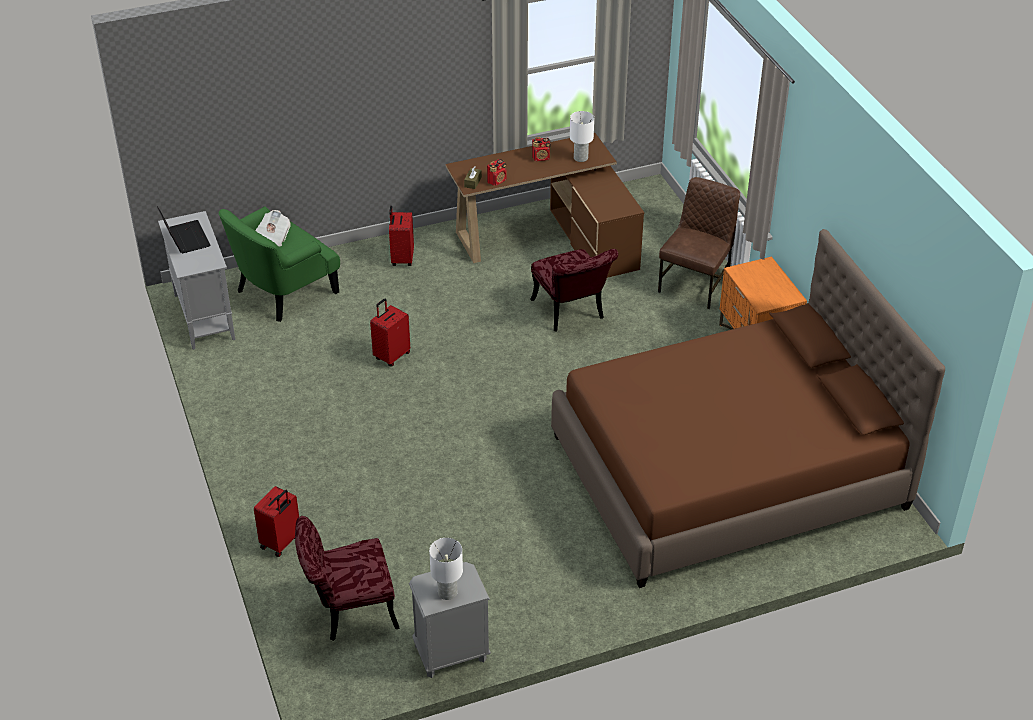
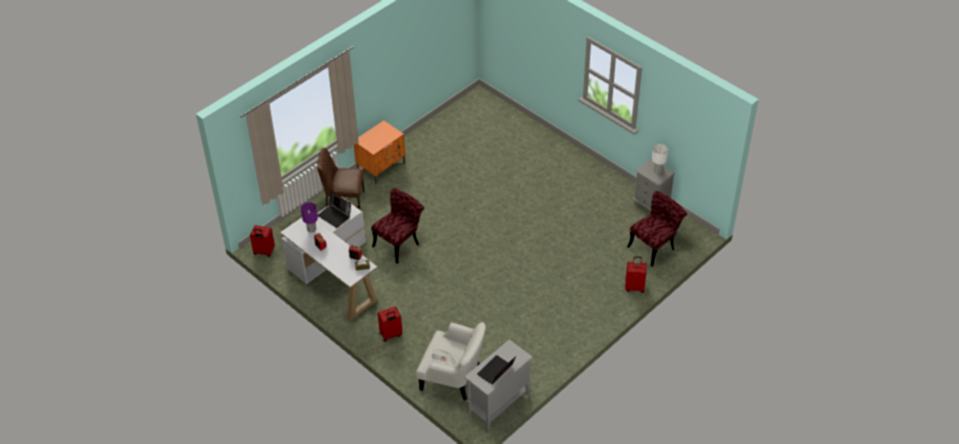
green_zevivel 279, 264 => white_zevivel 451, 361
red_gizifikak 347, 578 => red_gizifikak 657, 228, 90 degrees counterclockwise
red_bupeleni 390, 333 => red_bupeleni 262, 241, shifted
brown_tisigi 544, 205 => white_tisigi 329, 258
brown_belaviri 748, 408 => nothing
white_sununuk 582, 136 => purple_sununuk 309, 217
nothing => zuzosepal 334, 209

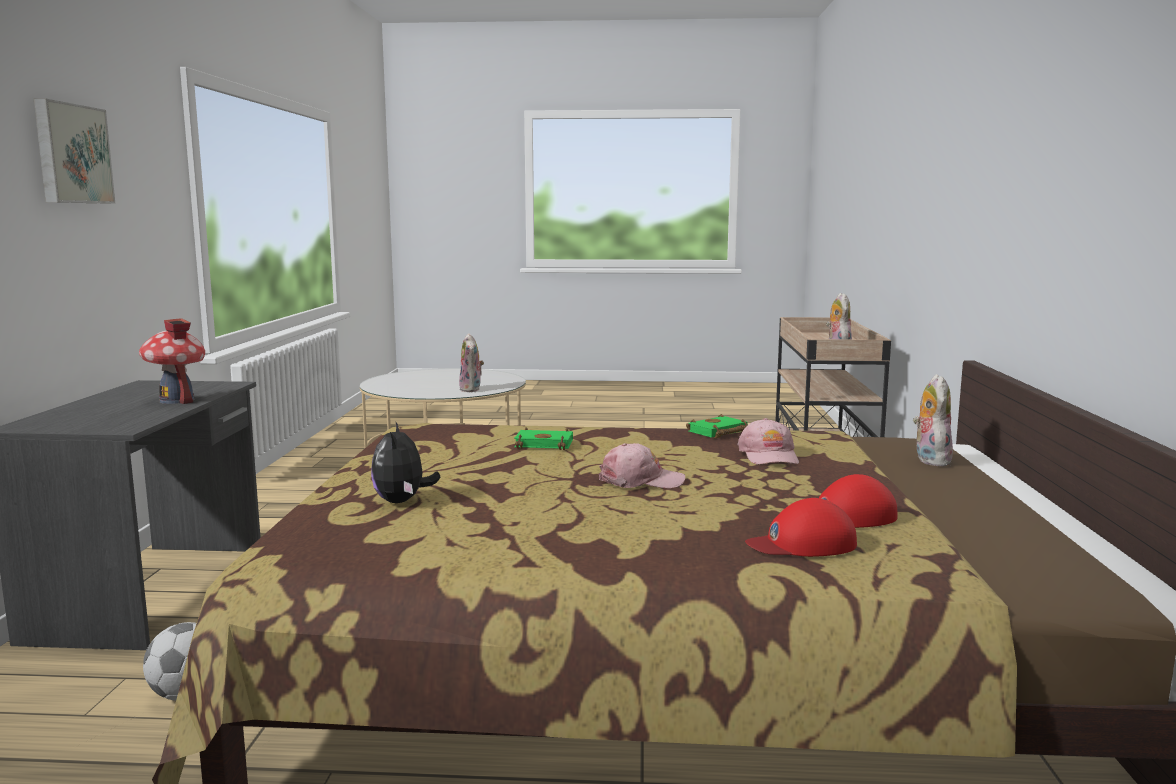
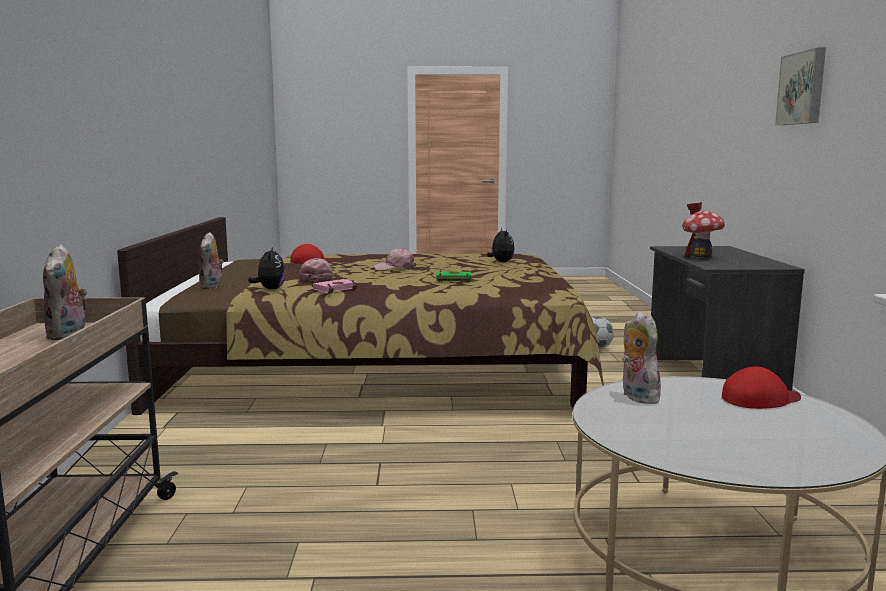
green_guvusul 717, 426 => pink_guvusul 335, 285
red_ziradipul 801, 527 => red_ziradipul 761, 387, shifted
nothing => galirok 267, 268

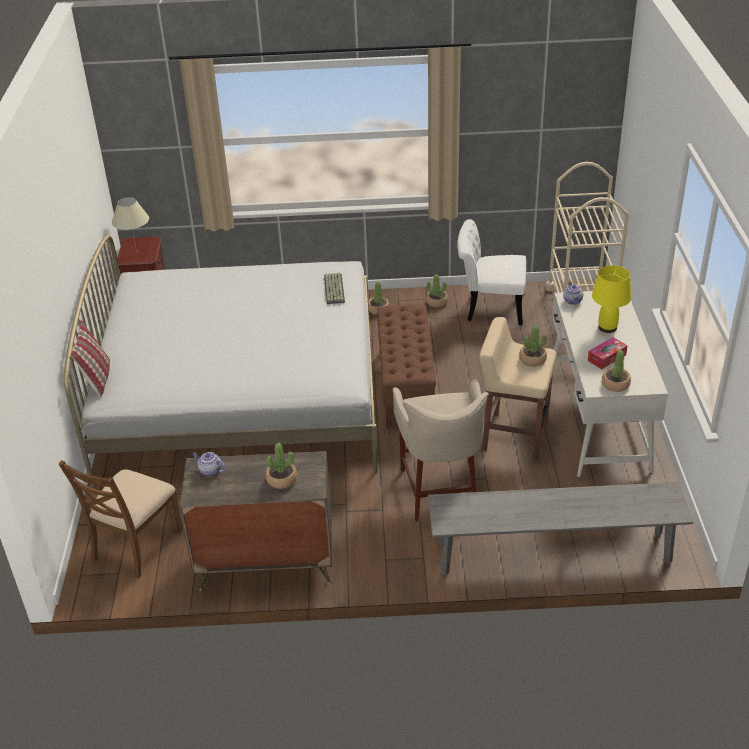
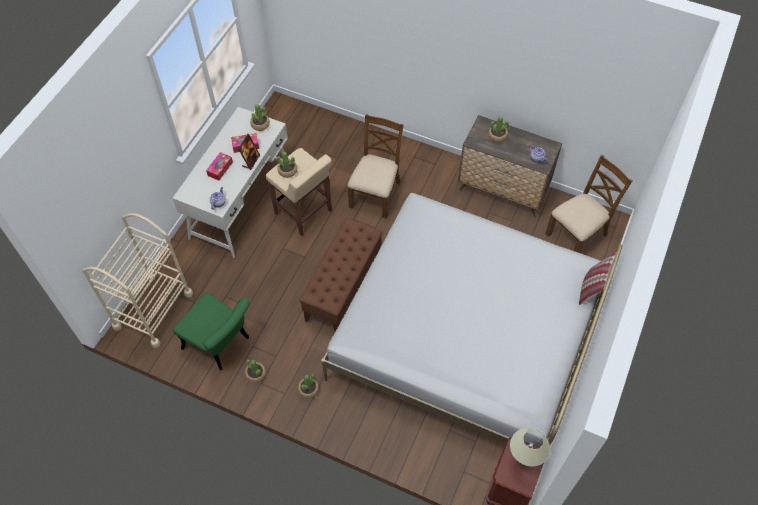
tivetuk 334, 288 => nothing
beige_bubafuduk 441, 450 => brown_gizifikak 375, 166
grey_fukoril 560, 528 => nothing
white_gizifikak 491, 272 => green_gizifikak 211, 331
yellow_sununuk 611, 299 => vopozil 219, 166
nothing => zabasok 249, 152

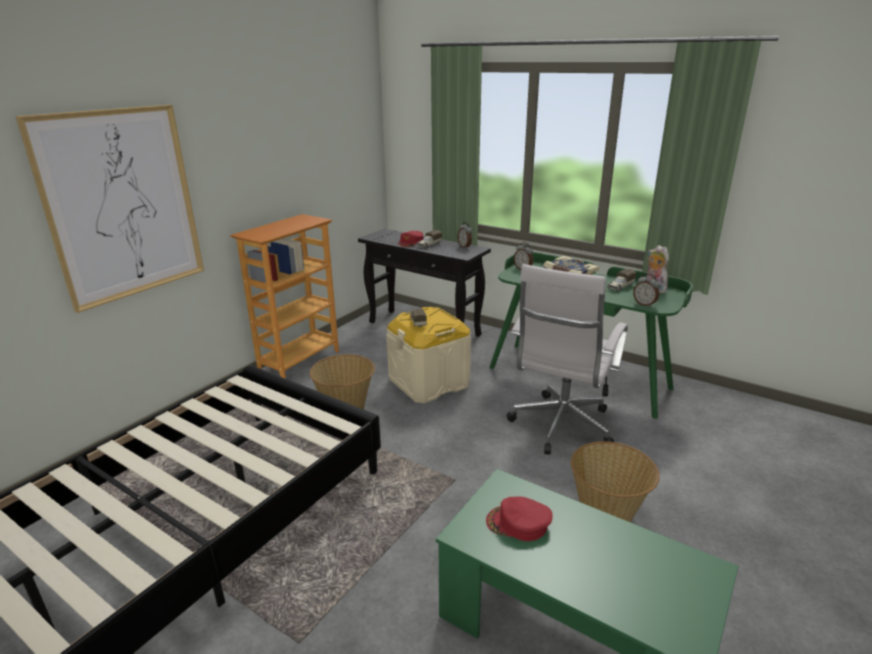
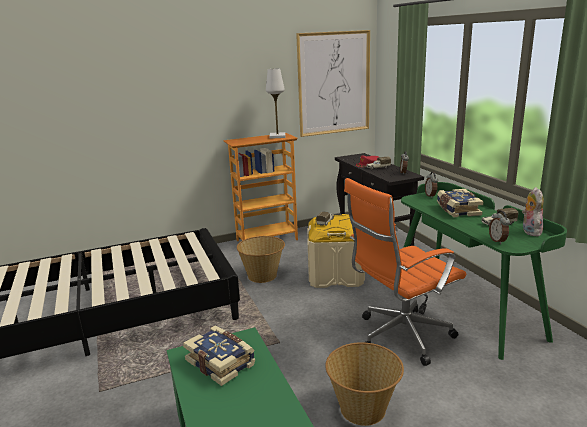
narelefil 110, 209 => narelefil 333, 83, shifted
red_ziradipul 519, 518 => guvusul 219, 355
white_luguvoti 567, 359 => orange_luguvoti 405, 272
nothing => white_sununuk 275, 104

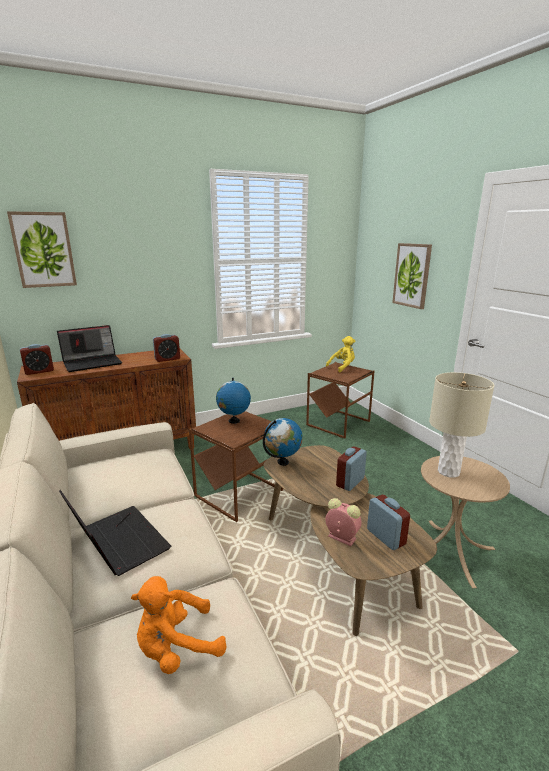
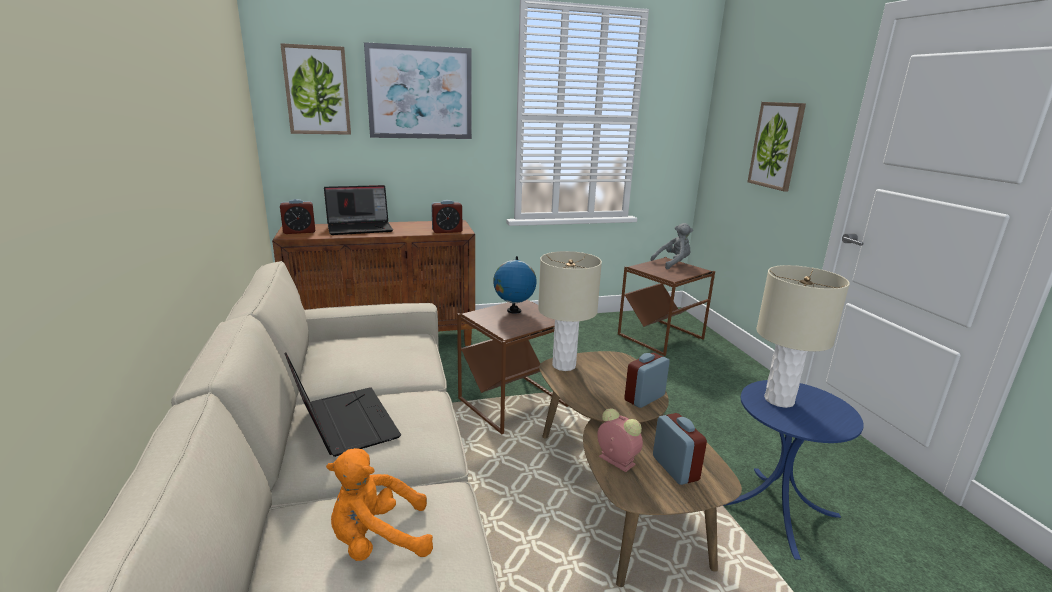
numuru 283, 442 => beige_sununuk 570, 311
yellow_galirok 340, 354 => grey_galirok 671, 246
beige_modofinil 465, 522 => blue_modofinil 793, 470
nothing => narelefil 418, 90

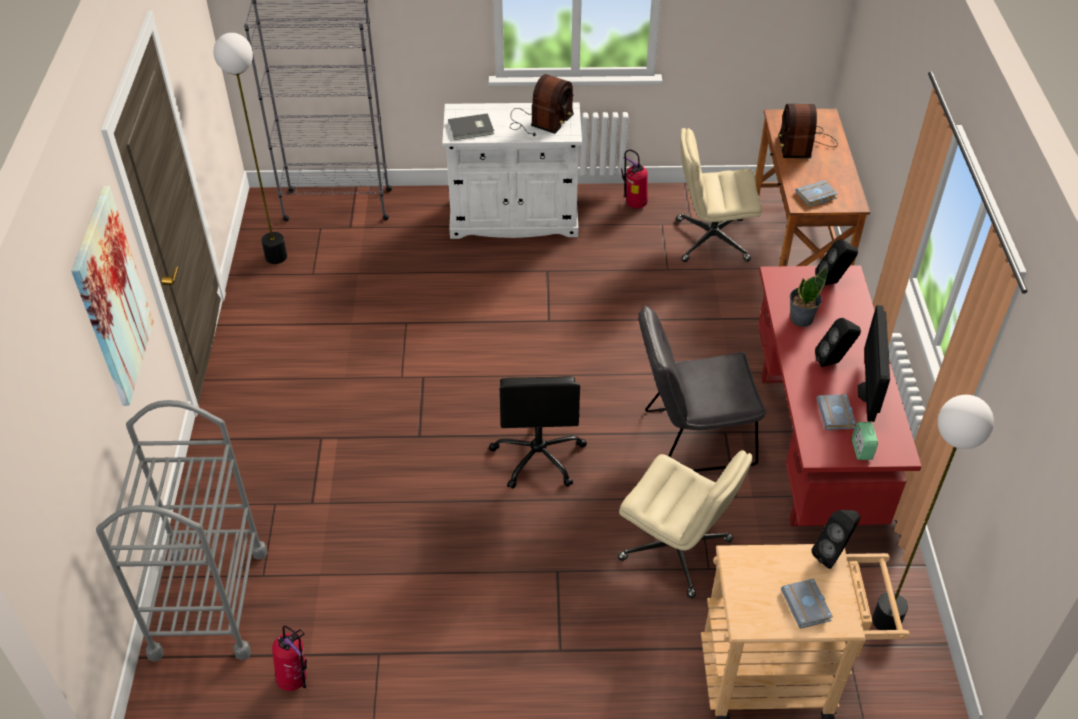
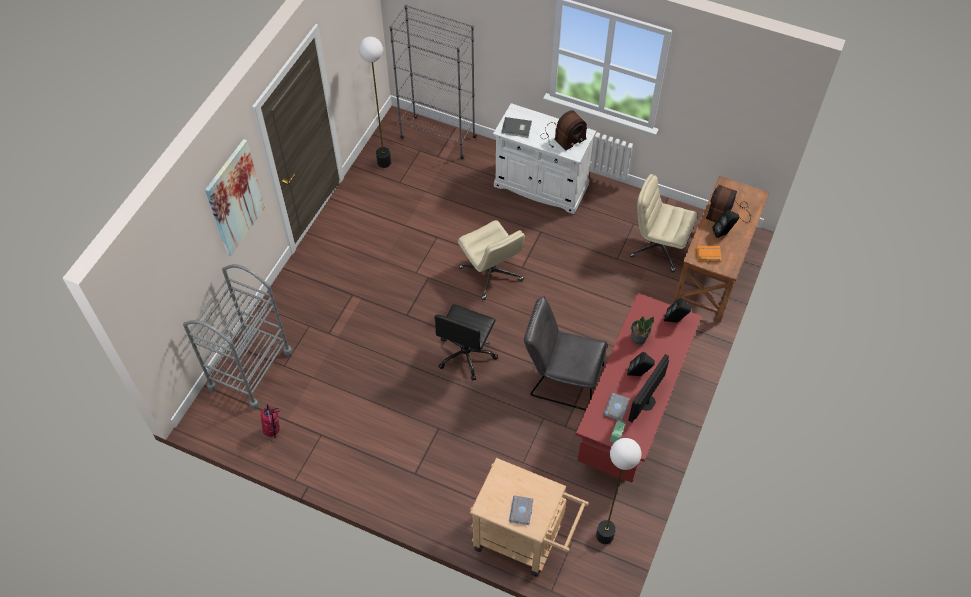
beige_luguvoti 685, 524 => beige_luguvoti 491, 260, shifted
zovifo 634, 179 => nothing
grey_guvusul 816, 193 => orange_guvusul 709, 254
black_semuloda 835, 539 => black_semuloda 725, 224, shifted

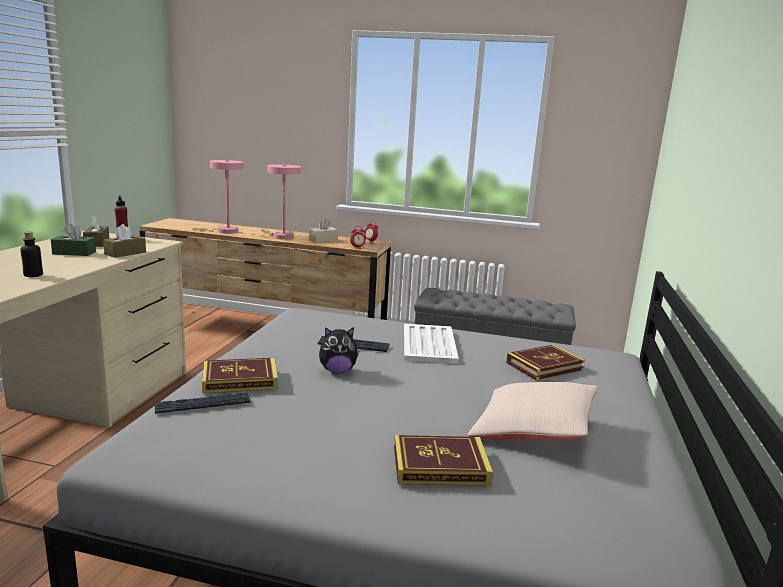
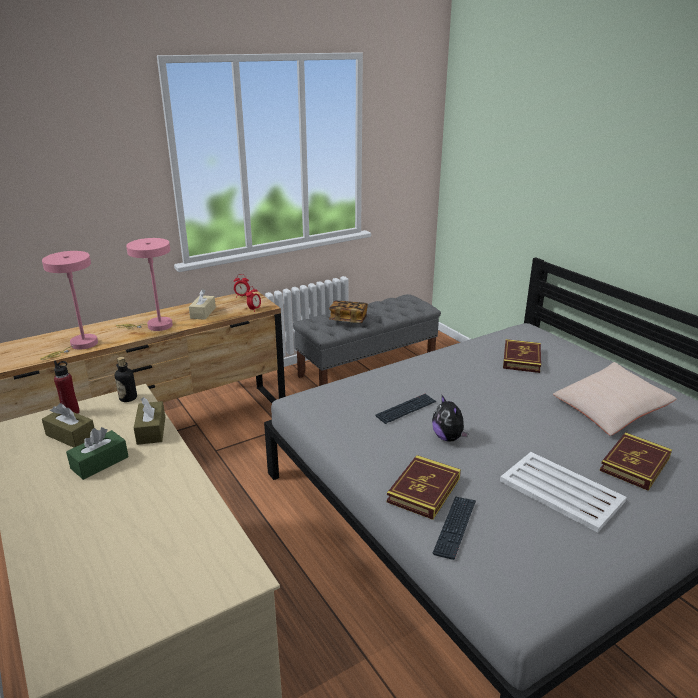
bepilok 31, 254 => bepilok 126, 379, shifted
galirok 339, 350 => galirok 450, 418, 120 degrees clockwise
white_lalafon 431, 344 => white_lalafon 563, 492, shifted
nothing => guvusul 348, 312

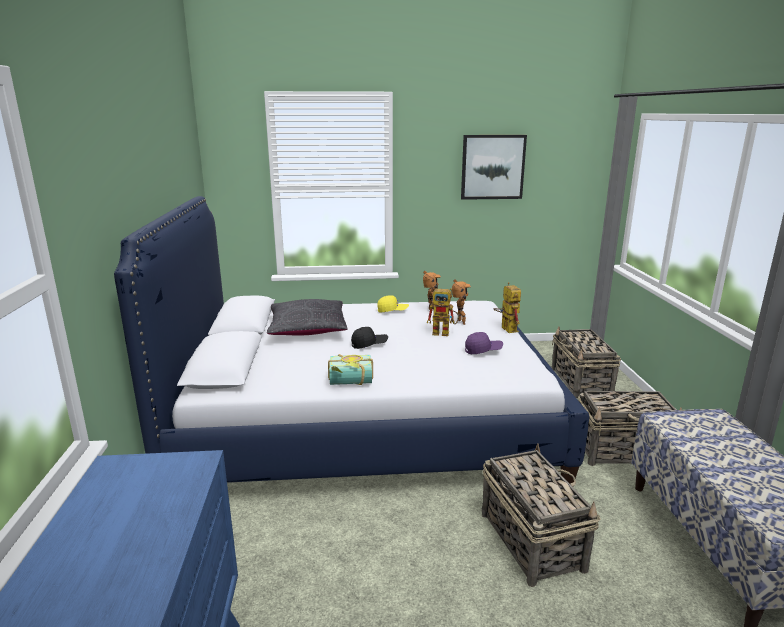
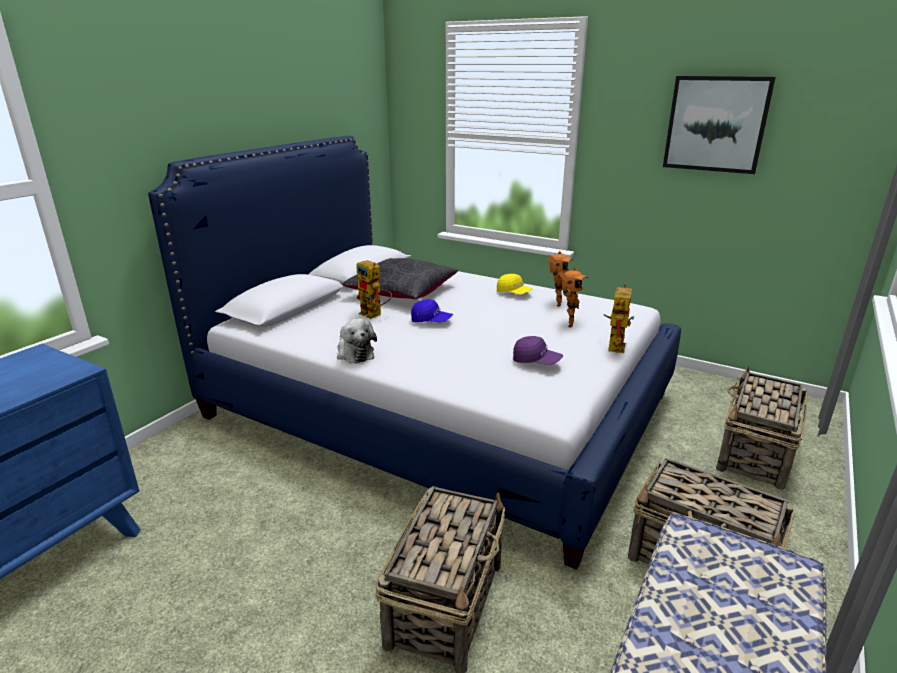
guvusul 350, 369 => galirok 357, 341
black_ziradipul 369, 338 => blue_ziradipul 432, 311
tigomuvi 443, 312 => tigomuvi 374, 289, shifted

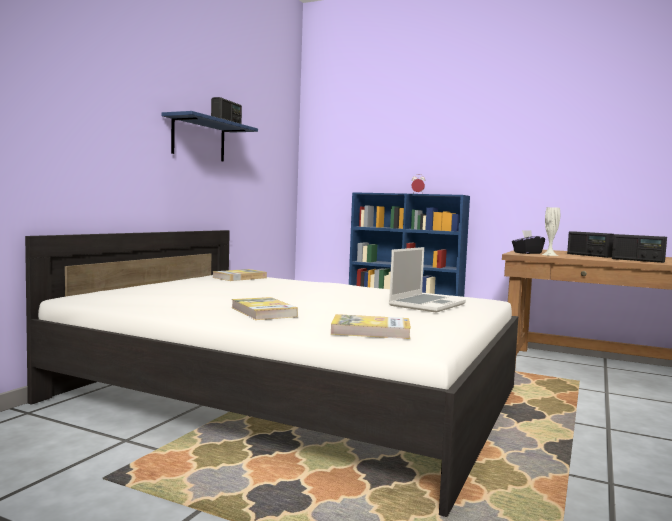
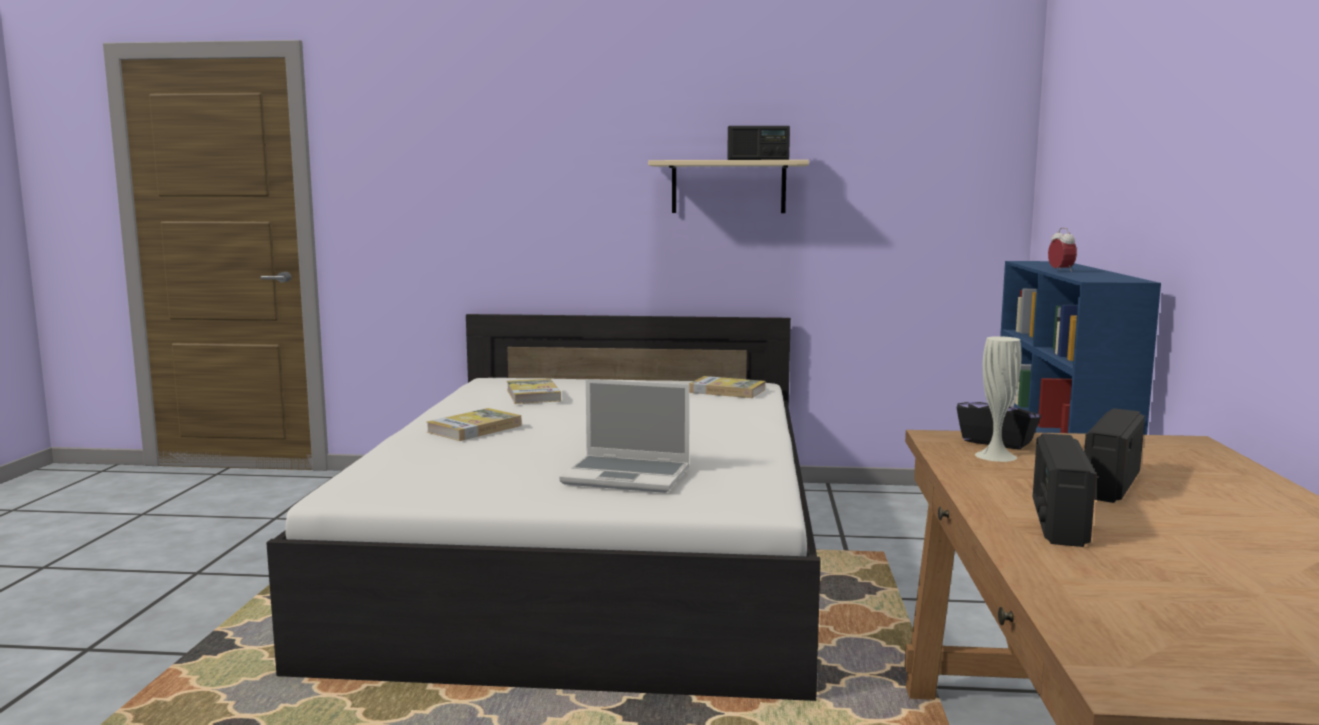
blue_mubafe 210, 136 => beige_mubafe 728, 186
guvusul 371, 326 => guvusul 534, 391, shifted

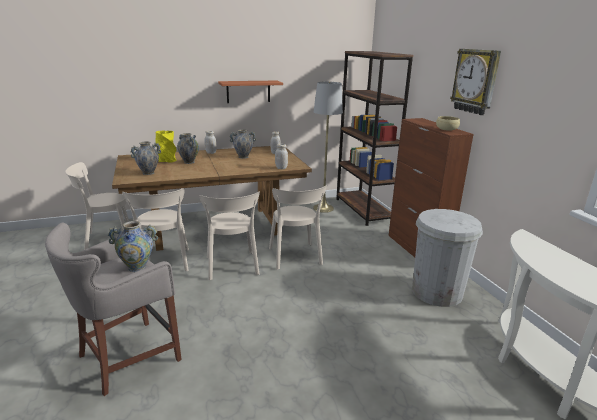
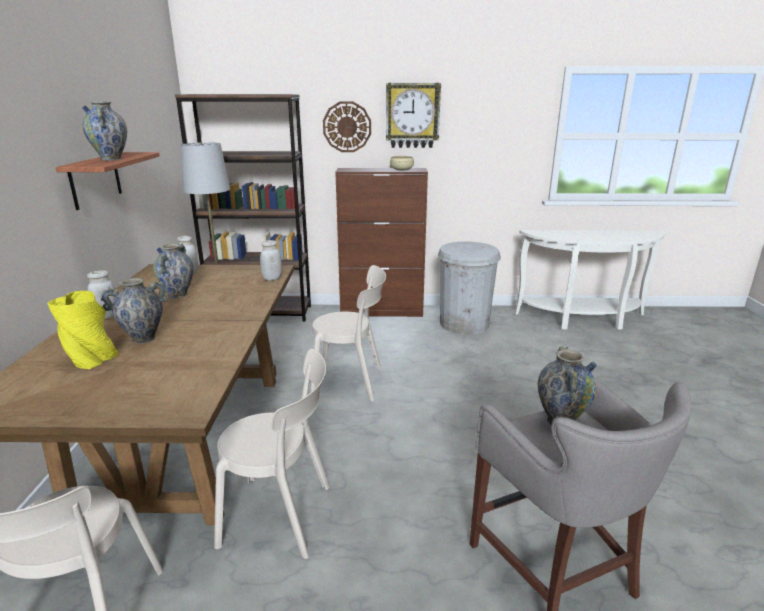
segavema 146, 158 => segavema 104, 131, shifted
beige_gizifikak 229, 236 => nothing
nothing => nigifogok 347, 126

